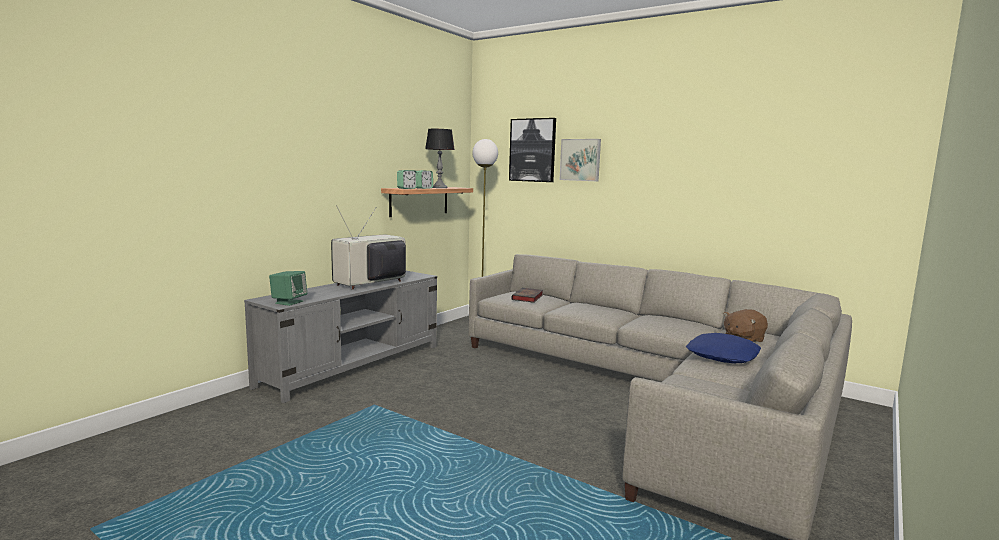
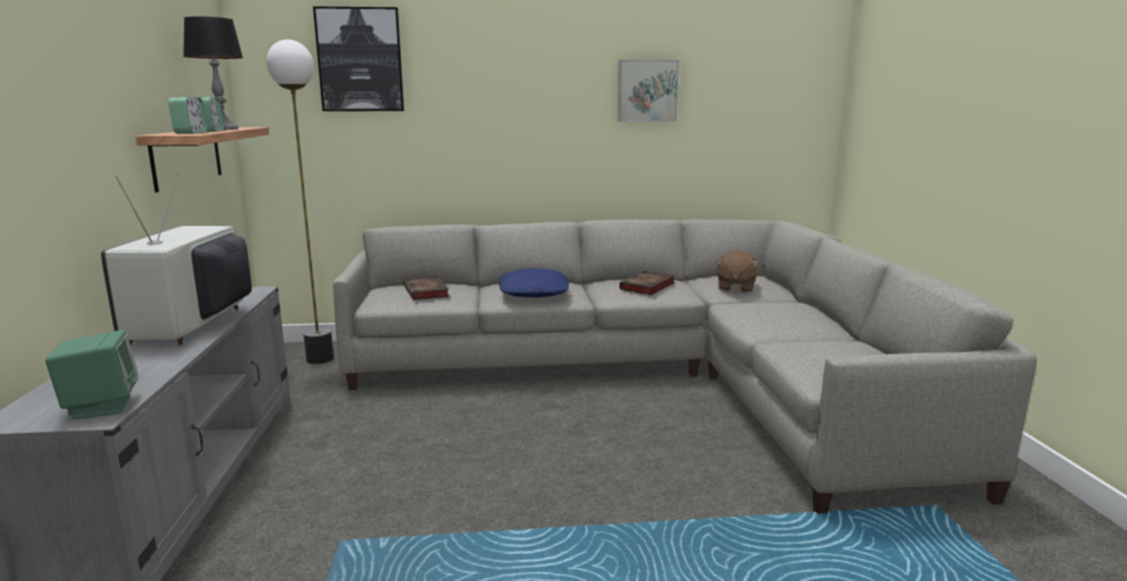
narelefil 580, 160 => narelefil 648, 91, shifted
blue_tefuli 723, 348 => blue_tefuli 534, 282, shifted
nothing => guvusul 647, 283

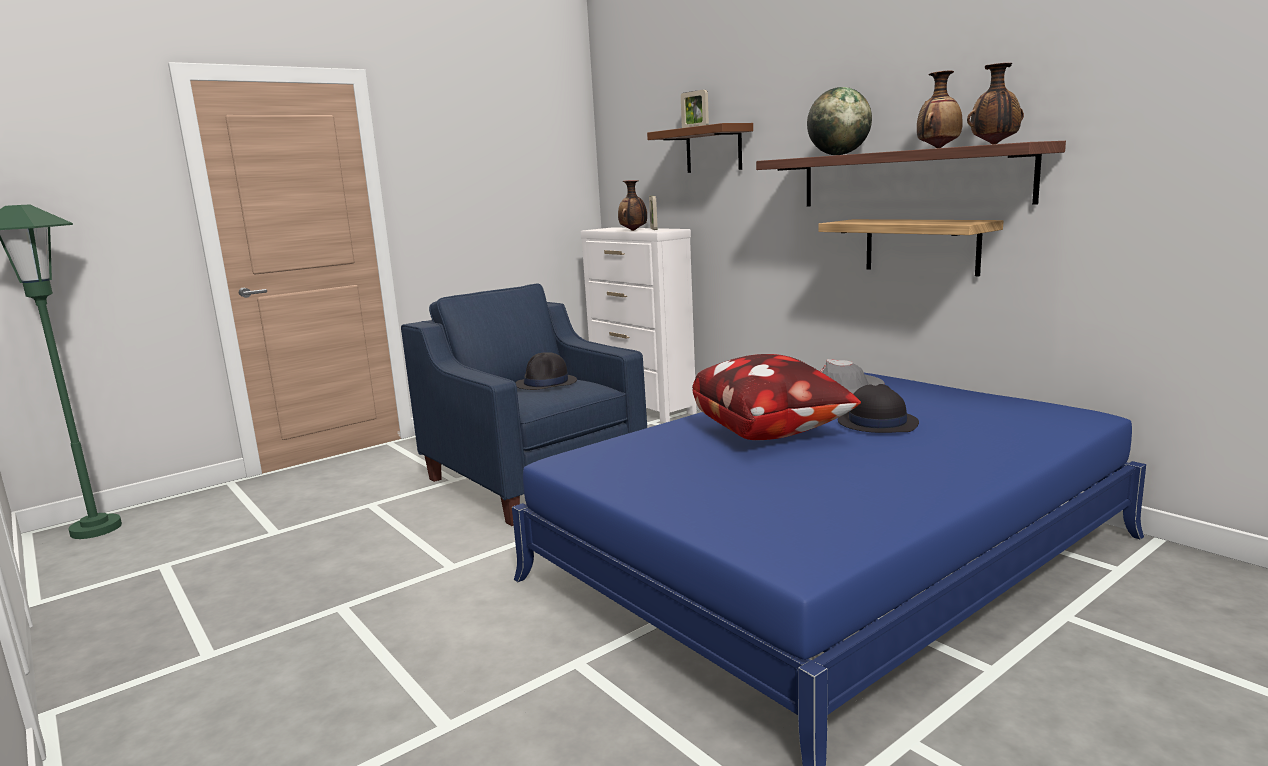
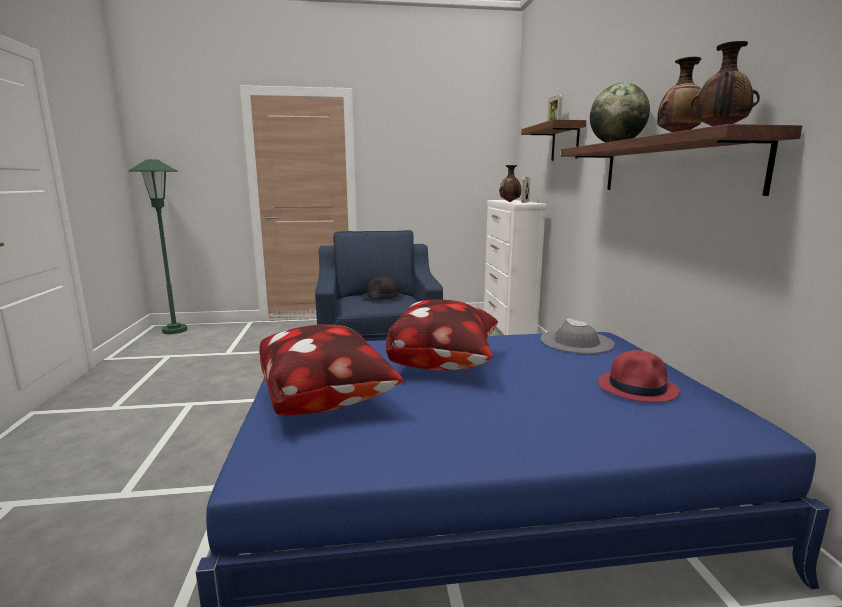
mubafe 910, 247 => nothing
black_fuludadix 878, 408 => nothing
nothing => tefuli 331, 369
nothing => red_fuludadix 639, 376

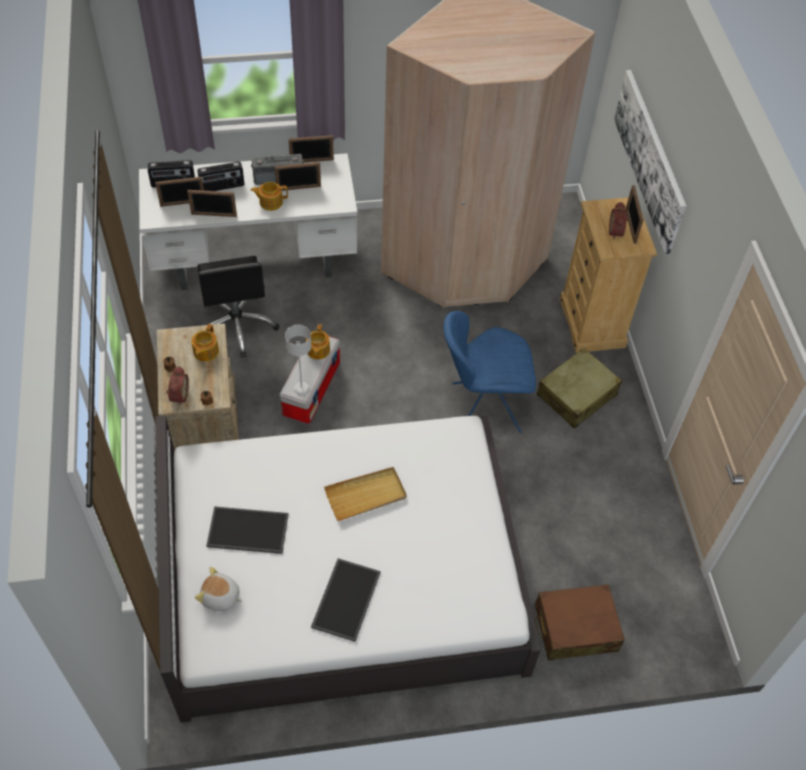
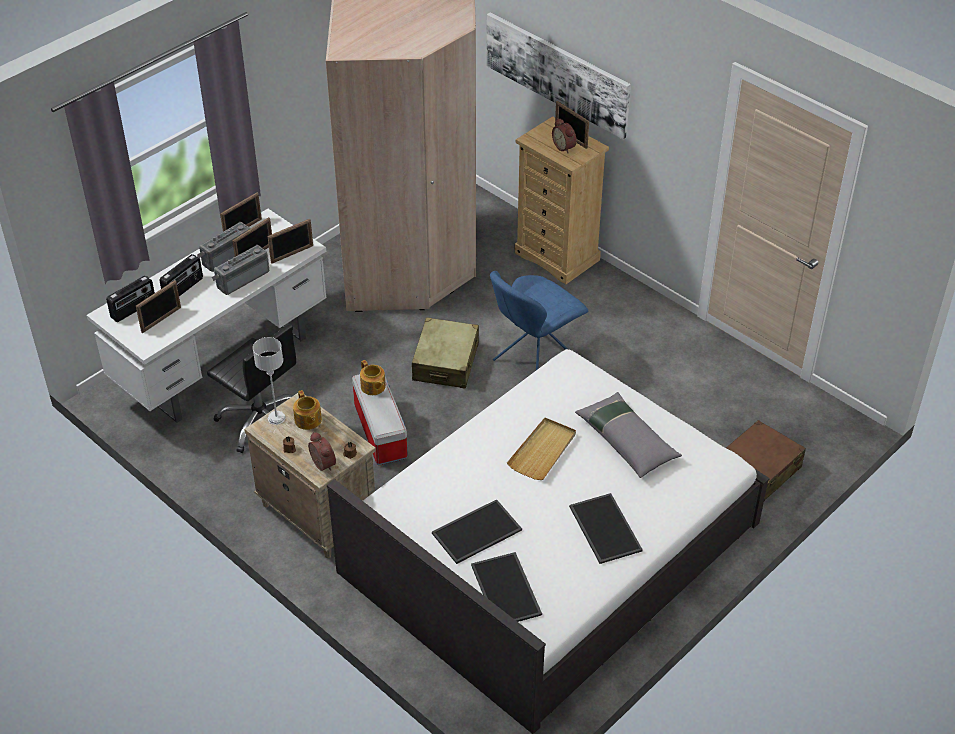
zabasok 212, 203 => zabasok 290, 241, shifted
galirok 219, 589 => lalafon 506, 587
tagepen 269, 196 => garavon 240, 270
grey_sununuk 298, 360 => grey_sununuk 269, 381, shifted
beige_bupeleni 579, 388 => beige_bupeleni 445, 353, shifted
nothing => grey_tefuli 628, 435

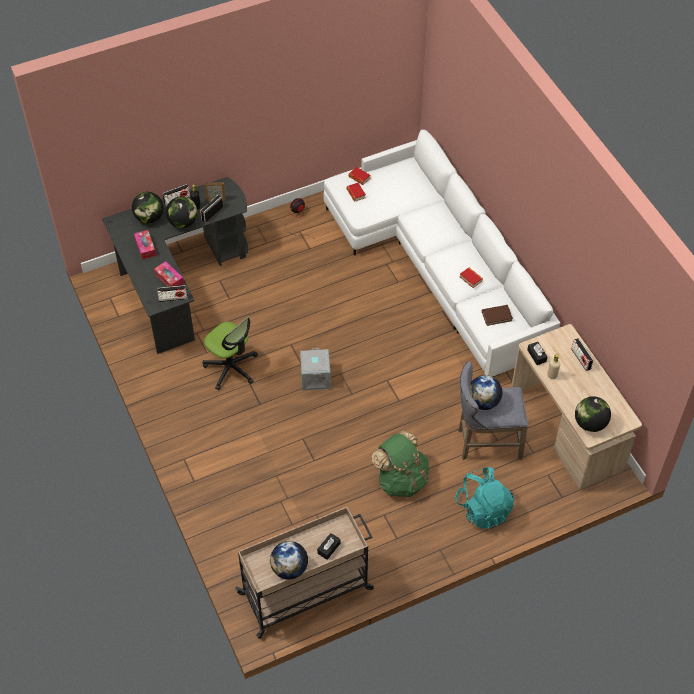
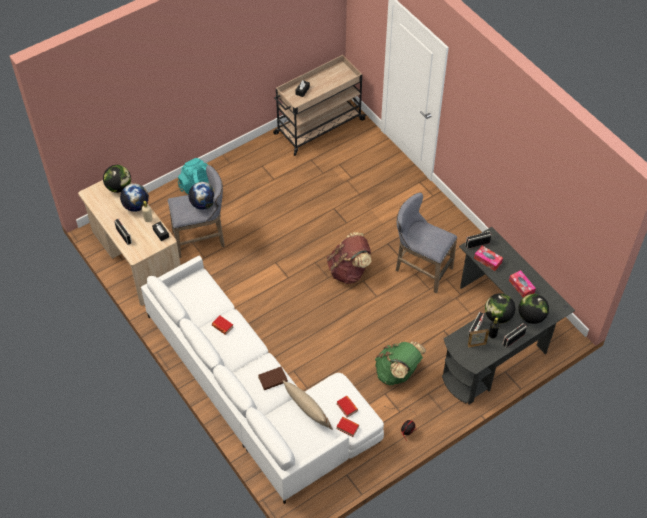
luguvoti 230, 353 => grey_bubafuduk 426, 242
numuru 289, 560 => numuru 134, 198, shifted
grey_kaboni 315, 369 => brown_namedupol 349, 258
green_namedupol 400, 463 => green_namedupol 400, 363, shifted
brown_guvusul 497, 315 => brown_guvusul 273, 378, shifted
nothing => beige_tefuli 308, 405

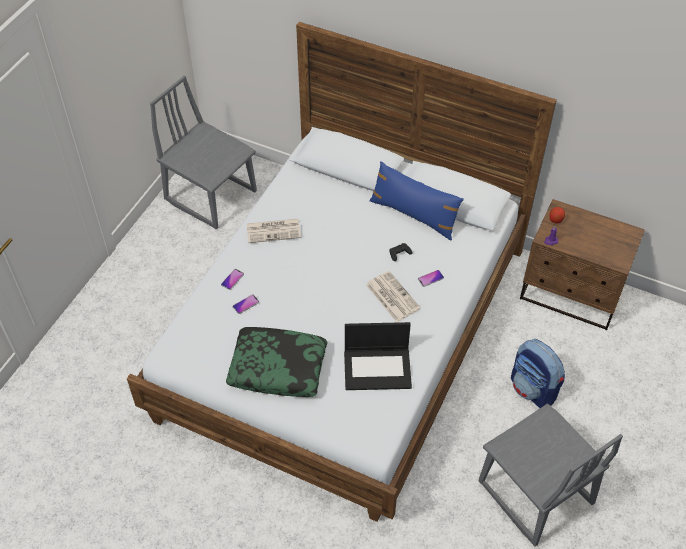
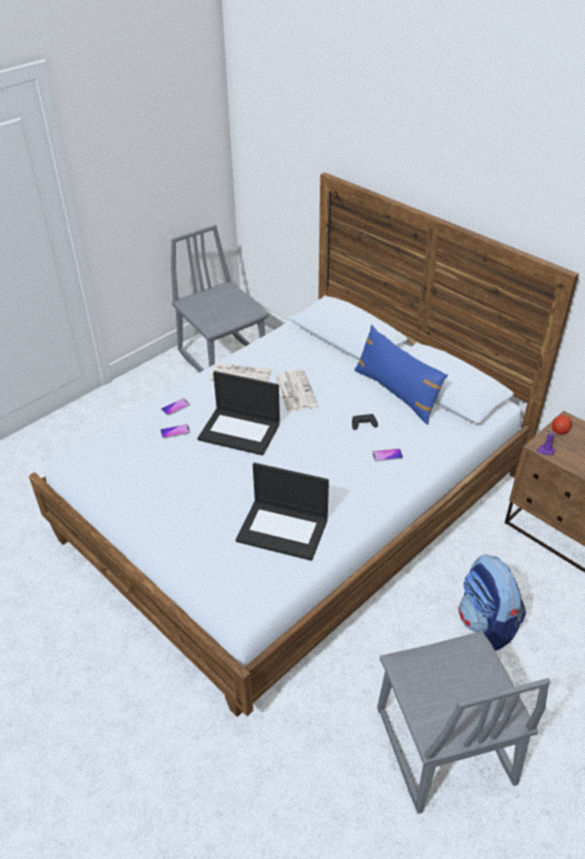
tefuli 276, 362 => nothing
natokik 393, 296 => natokik 296, 390, shifted
nothing => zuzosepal 238, 413

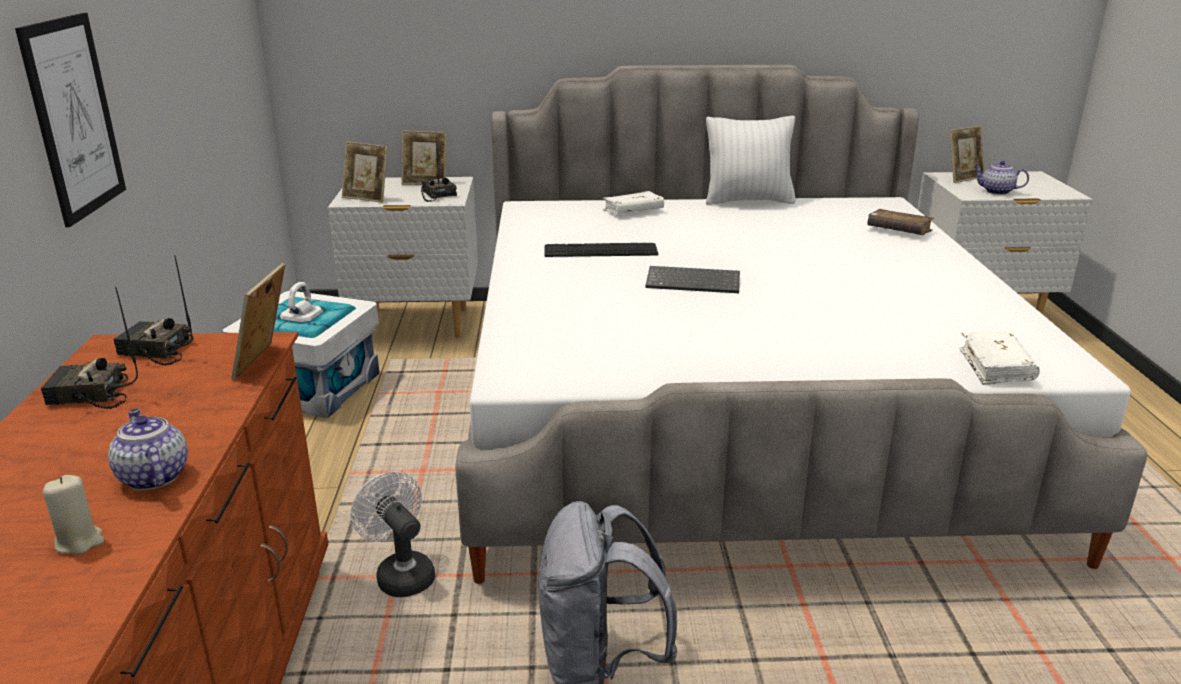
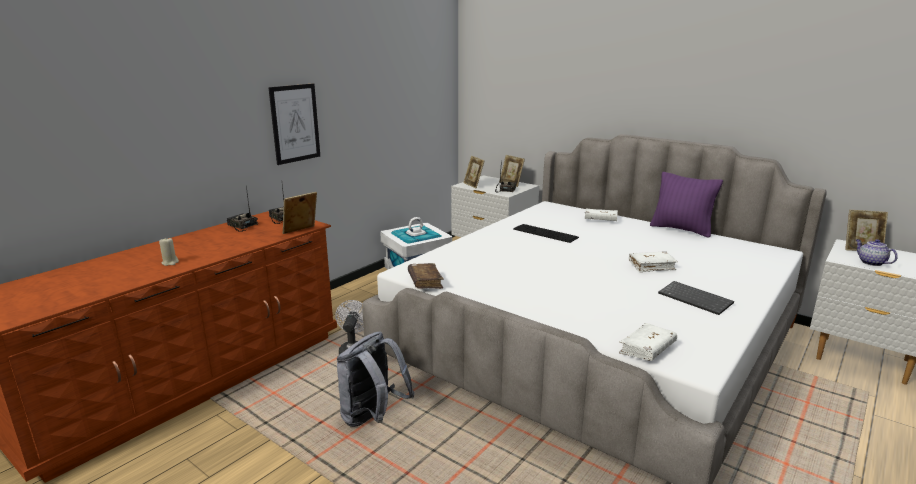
tagepen 148, 449 => nothing
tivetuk 692, 279 => tivetuk 696, 298, shifted
white_tefuli 751, 160 => purple_tefuli 686, 205
brown_guvusul 900, 222 => brown_guvusul 426, 276, shifted
nothing => white_guvusul 653, 261

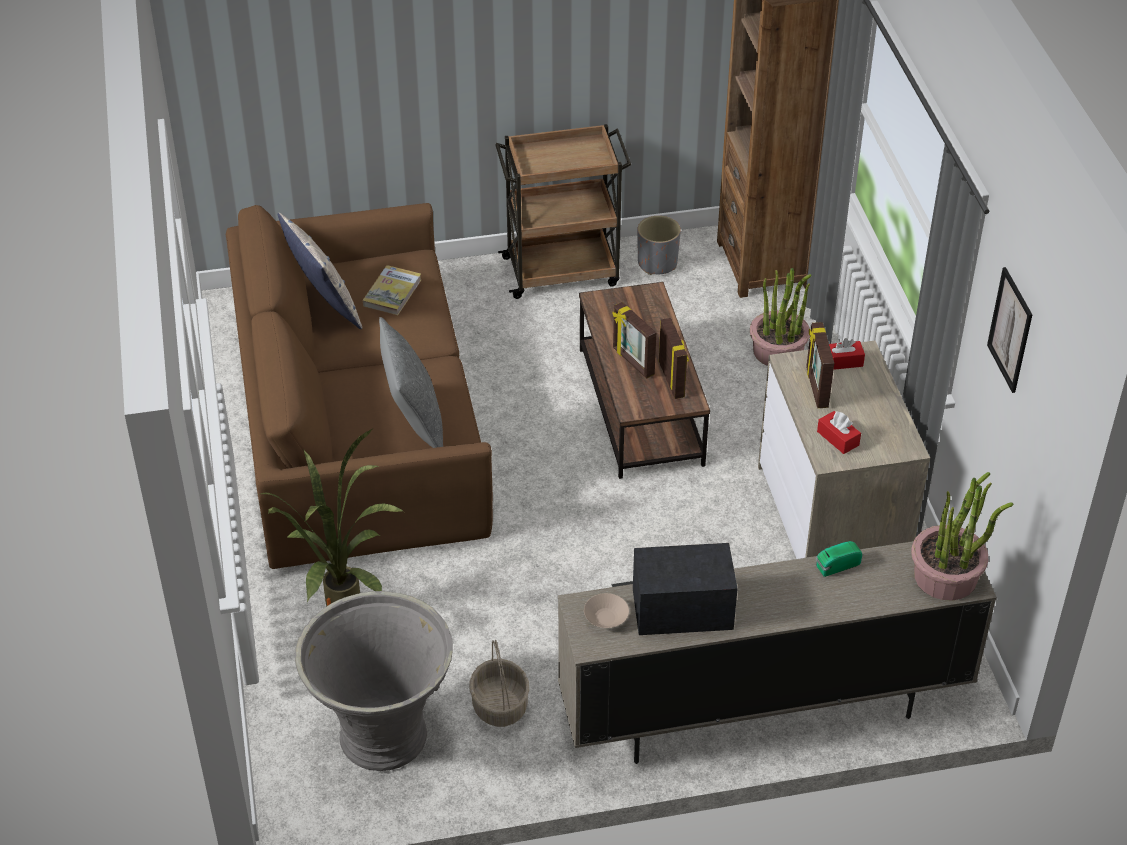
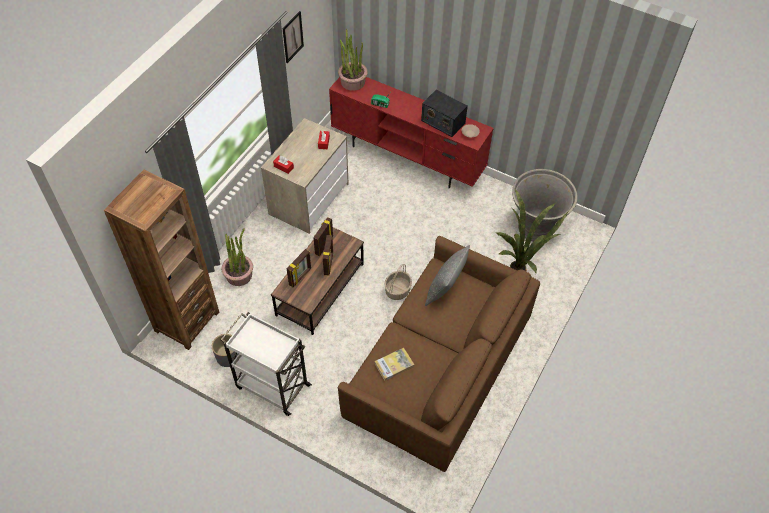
tefuli 320, 271 => nothing
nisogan 499, 683 => nisogan 398, 282, shifted
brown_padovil 563, 211 => white_padovil 266, 364
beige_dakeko 777, 652 => red_dakeko 411, 133
zabasok 820, 365 => zabasok 299, 268, shifted

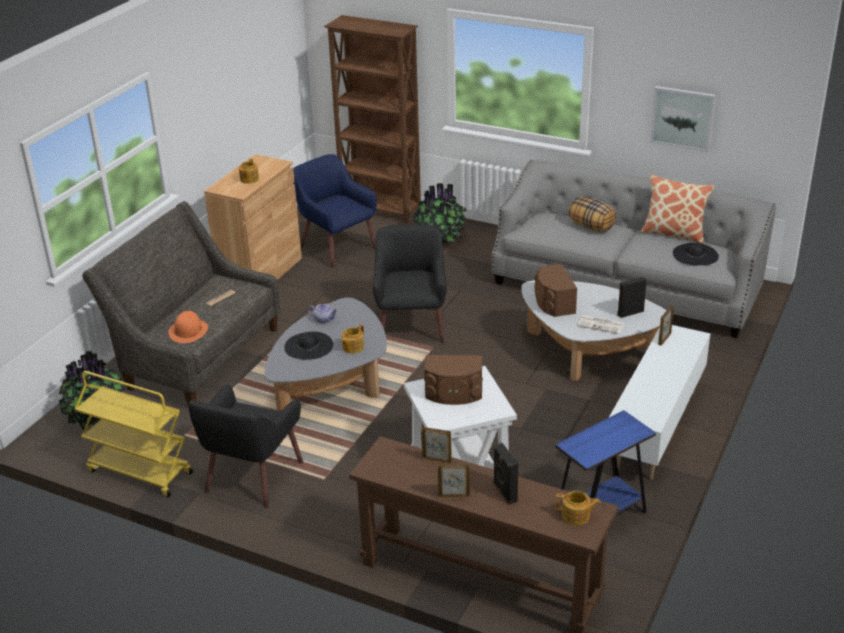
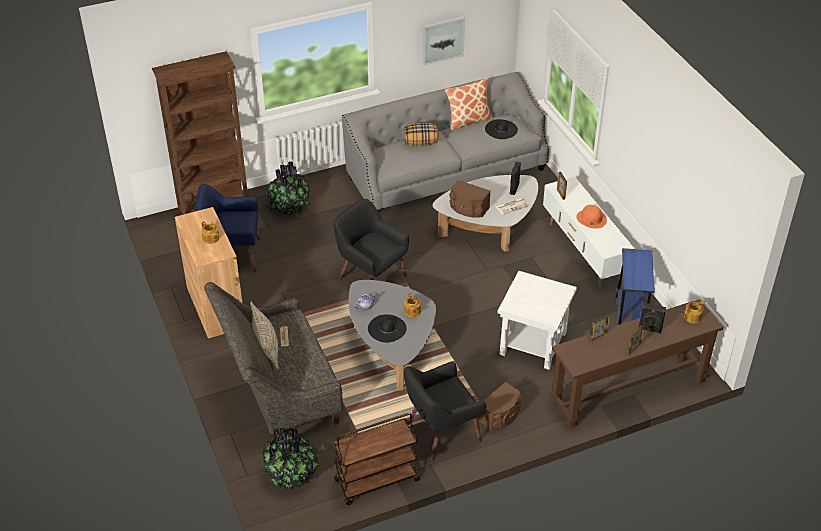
yellow_padovil 134, 434 => brown_padovil 376, 459
orange_fuludadix 188, 327 => orange_fuludadix 591, 217, shifted
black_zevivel 245, 446 => black_zevivel 445, 411, 90 degrees clockwise
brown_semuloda 453, 380 => brown_semuloda 500, 406, shifted
nothing => beige_tefuli 264, 336

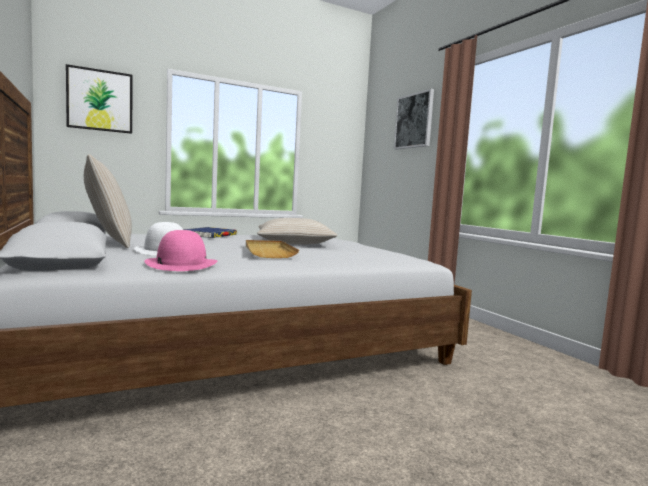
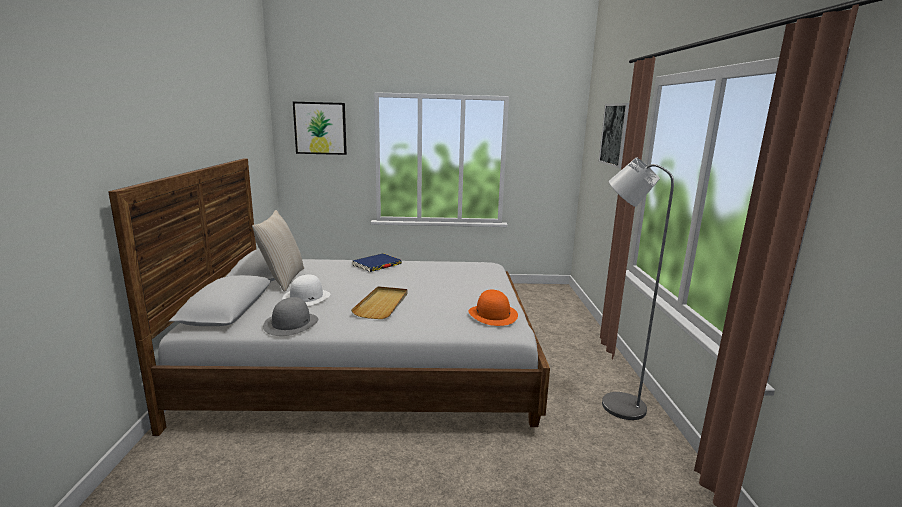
pink_fuludadix 180, 250 => grey_fuludadix 291, 316
beige_tefuli 297, 231 => nothing
nothing => orange_fuludadix 493, 307
nothing => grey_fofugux 638, 288

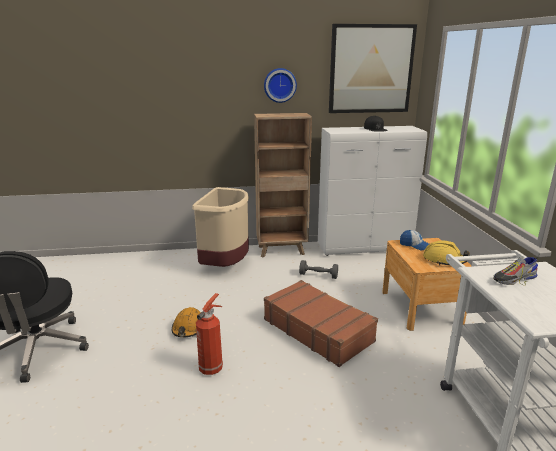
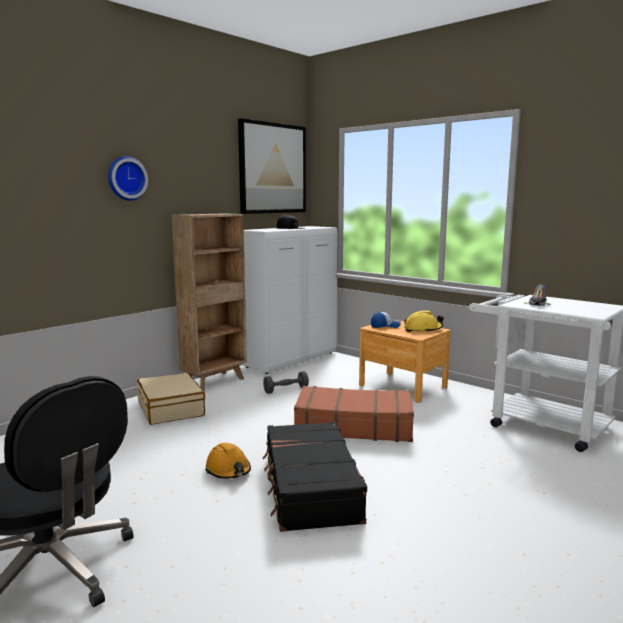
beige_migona 220, 227 => beige_bupeleni 171, 398
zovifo 209, 334 => black_bupeleni 315, 476
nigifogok 280, 85 => nigifogok 128, 178, shifted

